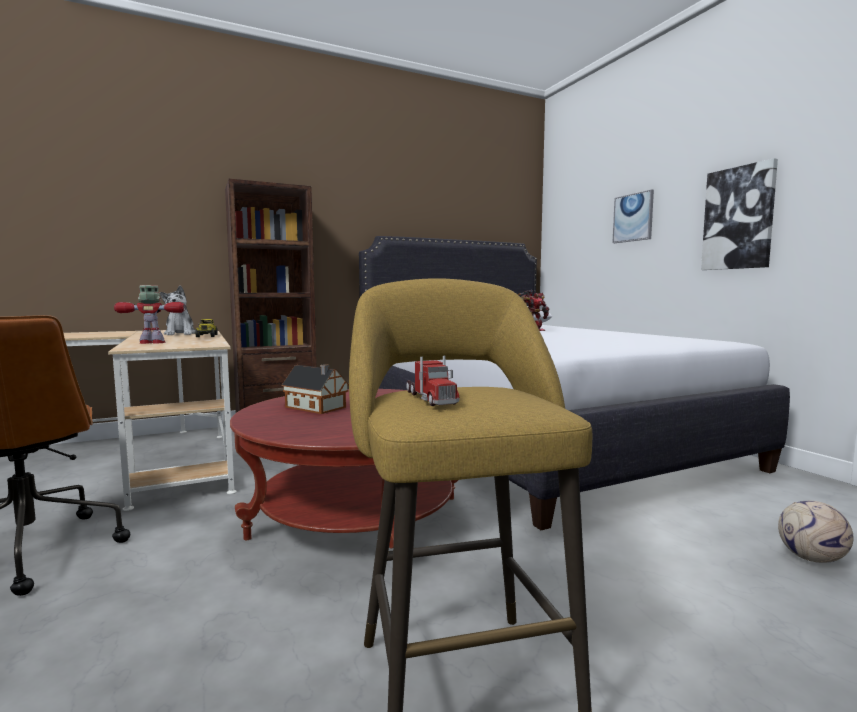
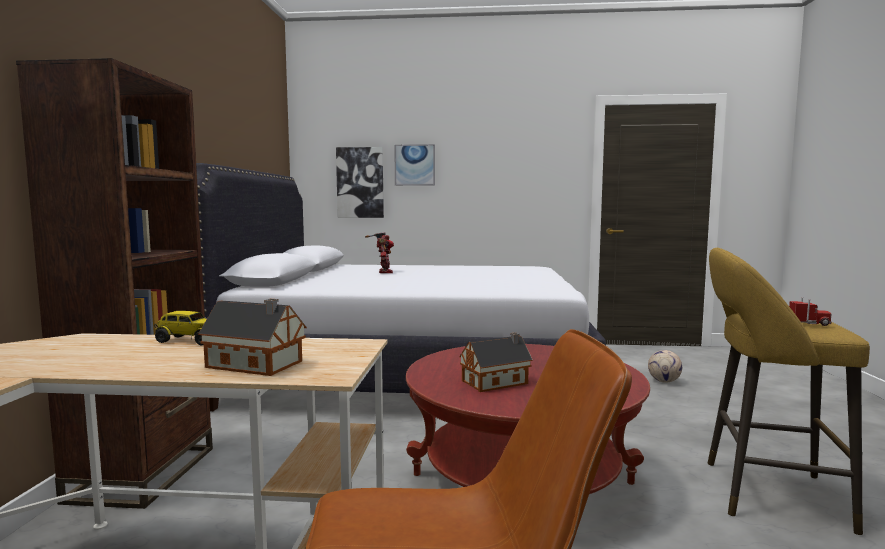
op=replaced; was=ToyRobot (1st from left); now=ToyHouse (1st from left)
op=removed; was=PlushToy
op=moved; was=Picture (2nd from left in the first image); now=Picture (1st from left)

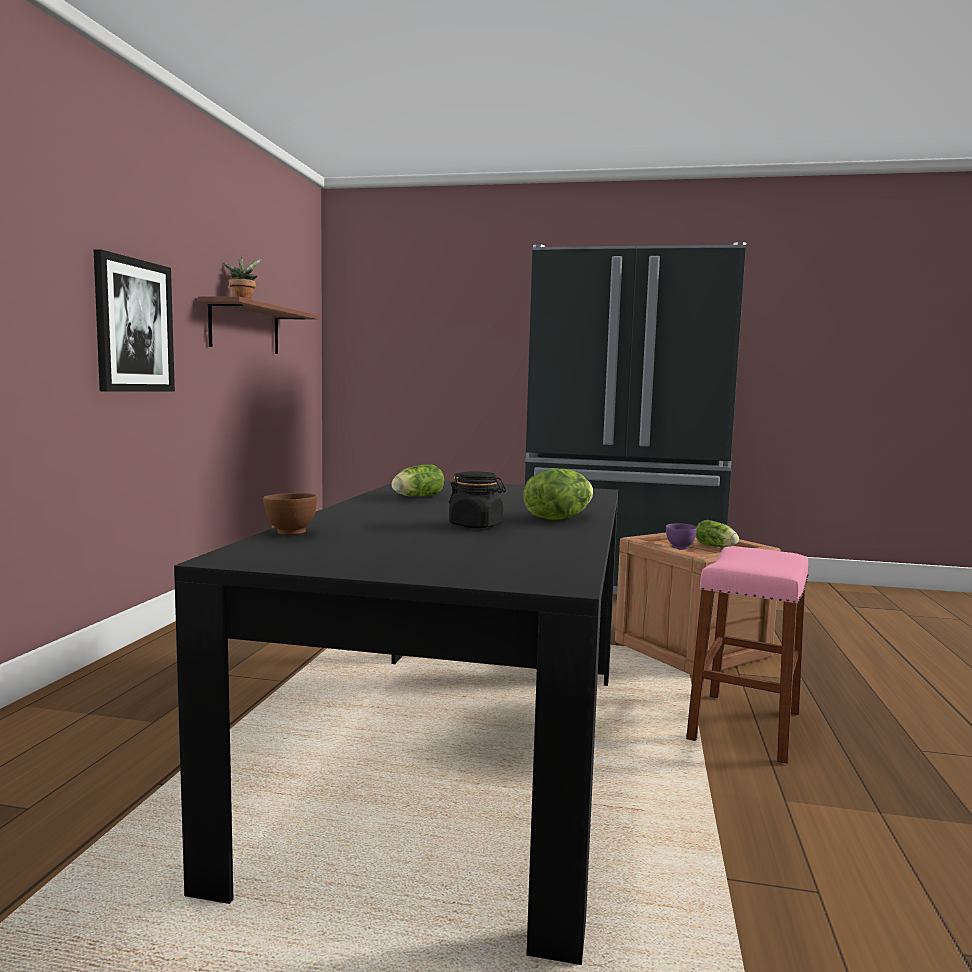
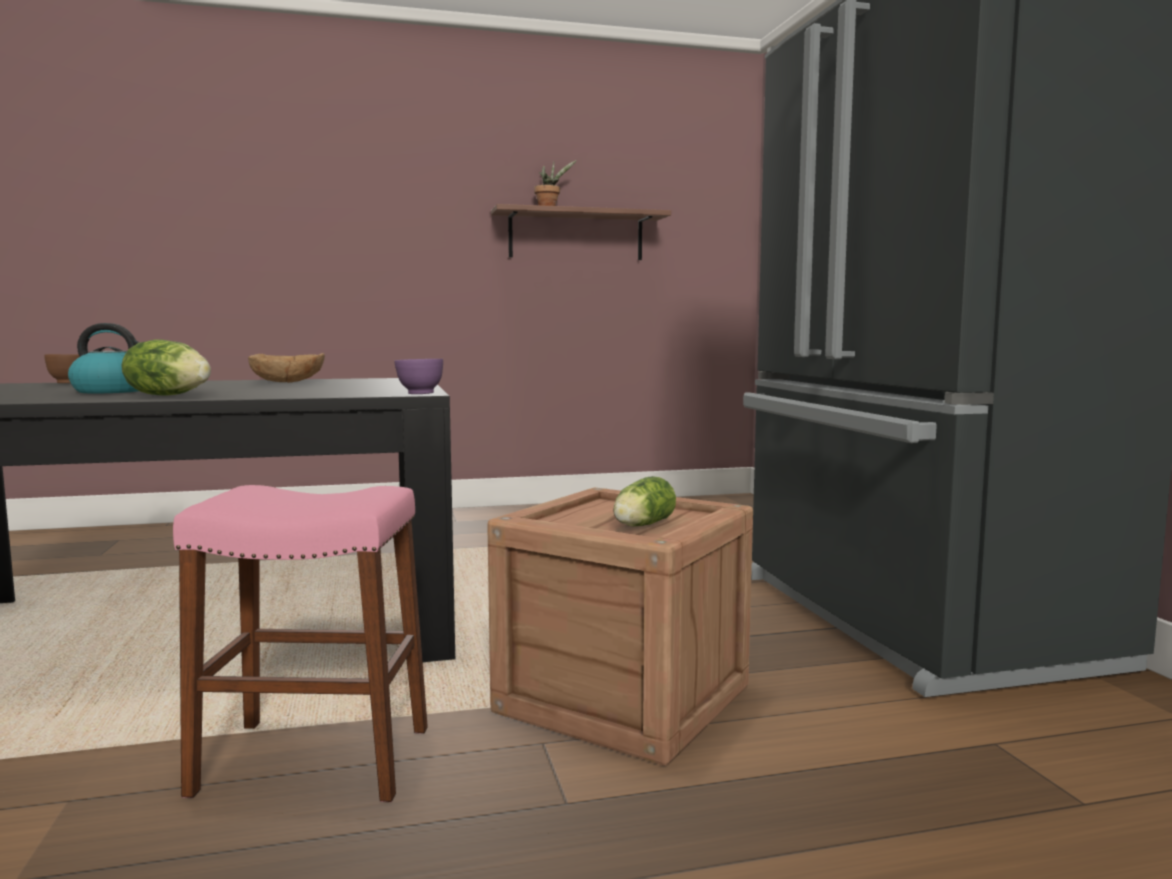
op=removed; was=Picture
op=replaced; was=Lettuce (1st from left); now=BrownBowl (2nd from left)
op=replaced; was=BlackJar; now=Kettle
op=moved; was=PurpleBowl

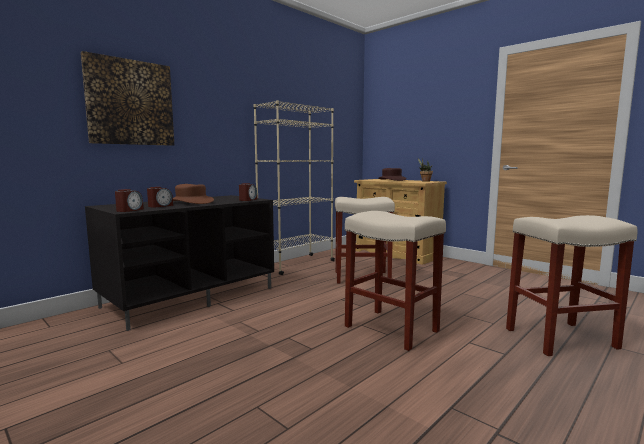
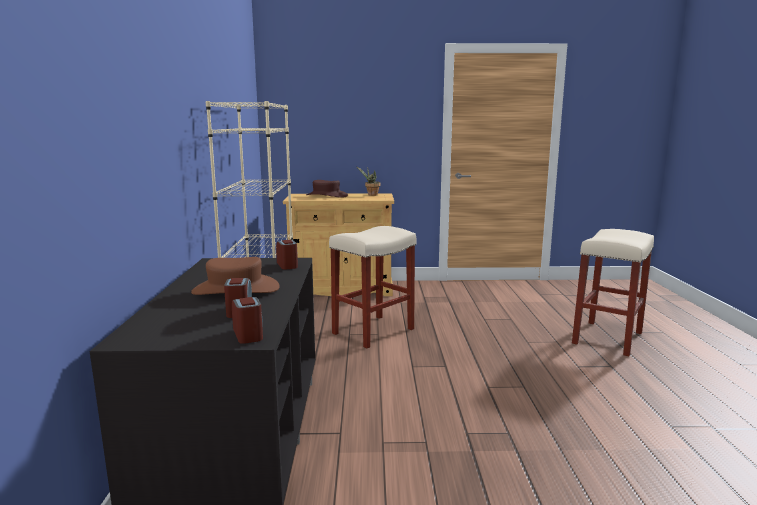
op=removed; was=Picture
op=removed; was=BeigeStool (2nd from left)

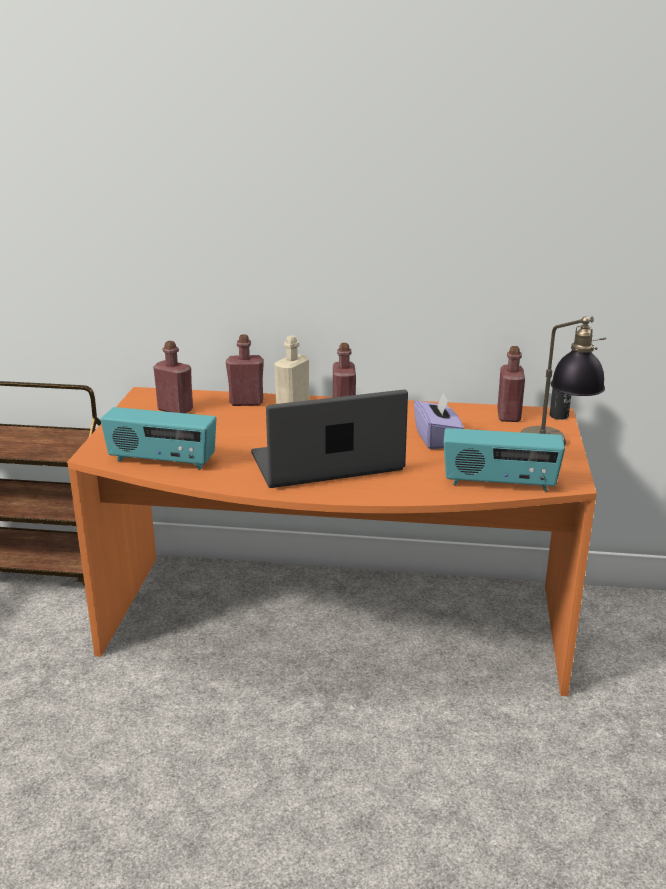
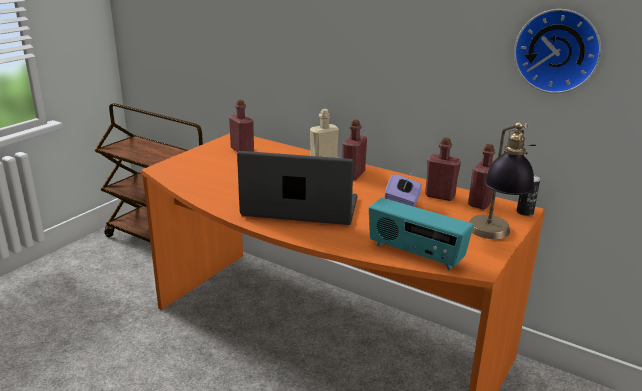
op=removed; was=Radio (1st from left)
op=moved; was=RedBottle (2nd from left in the first image); now=RedBottle (3rd from left)
op=added; now=WallClock

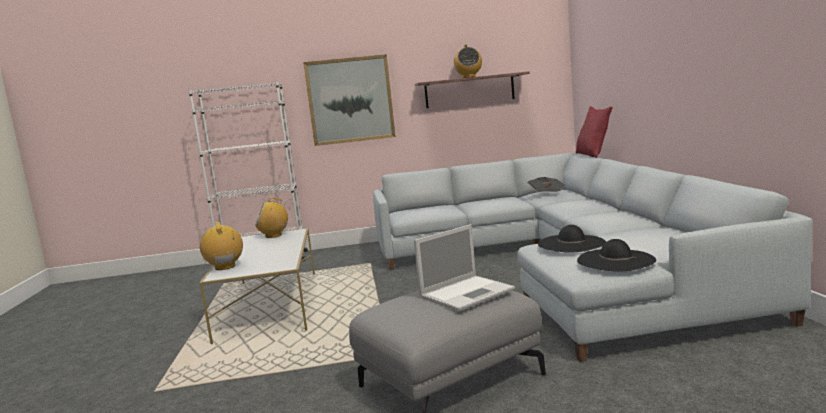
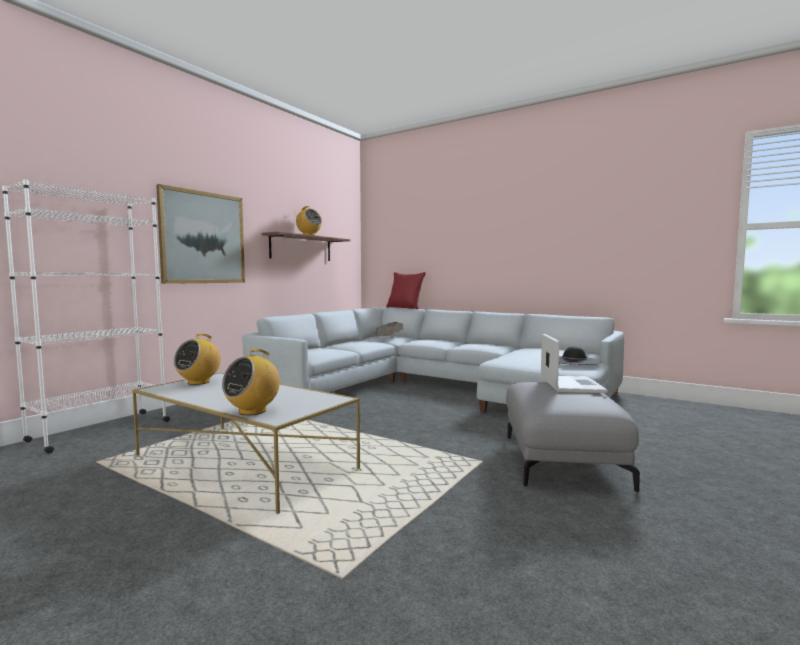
op=turned; was=Radio (1st from left in the first image); clockwise=-75
op=removed; was=BlackHat (1st from left)

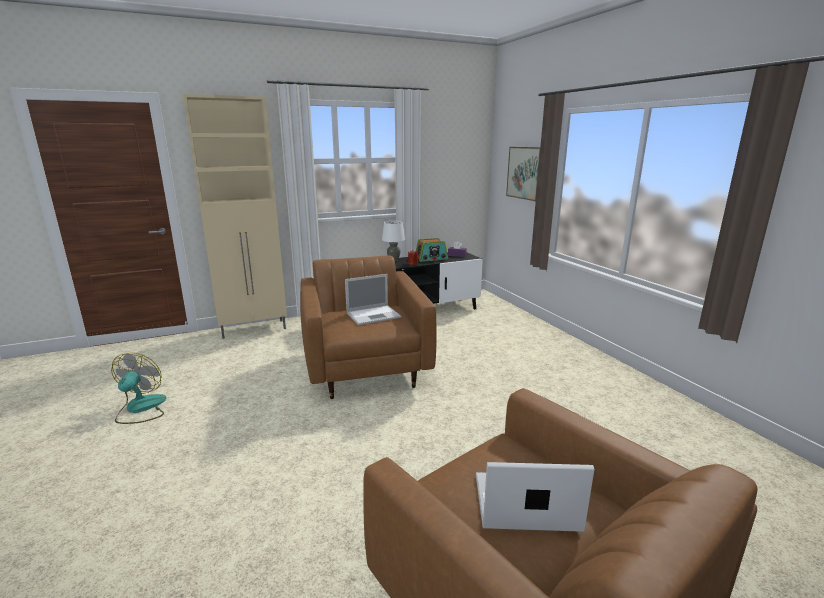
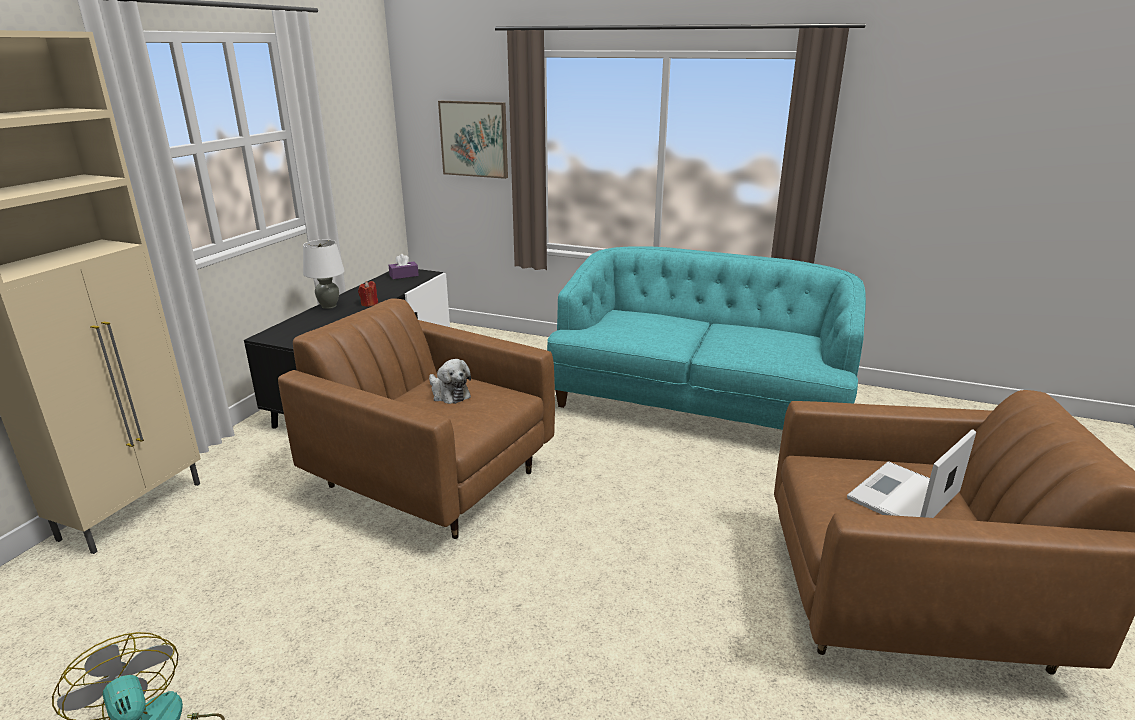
op=replaced; was=Laptop (1st from left); now=PlushToy
op=removed; was=Radio
op=added; now=TurquoiseSofa

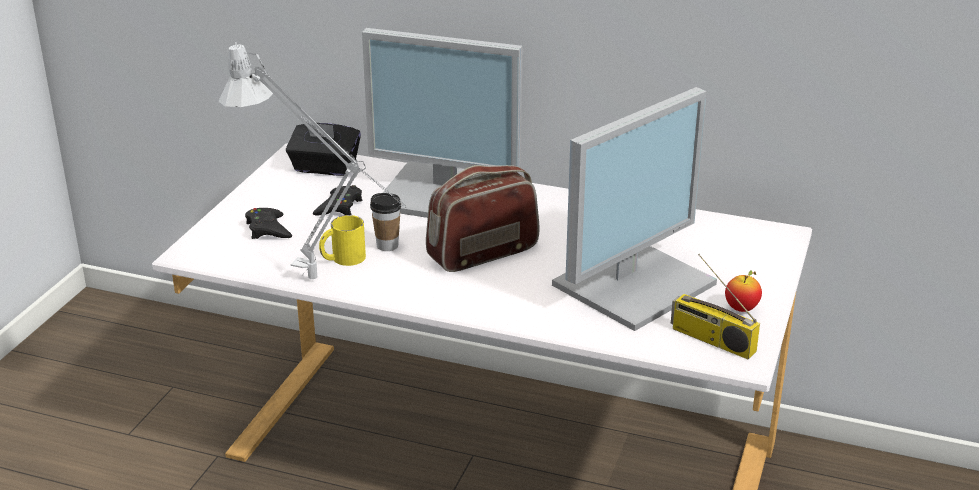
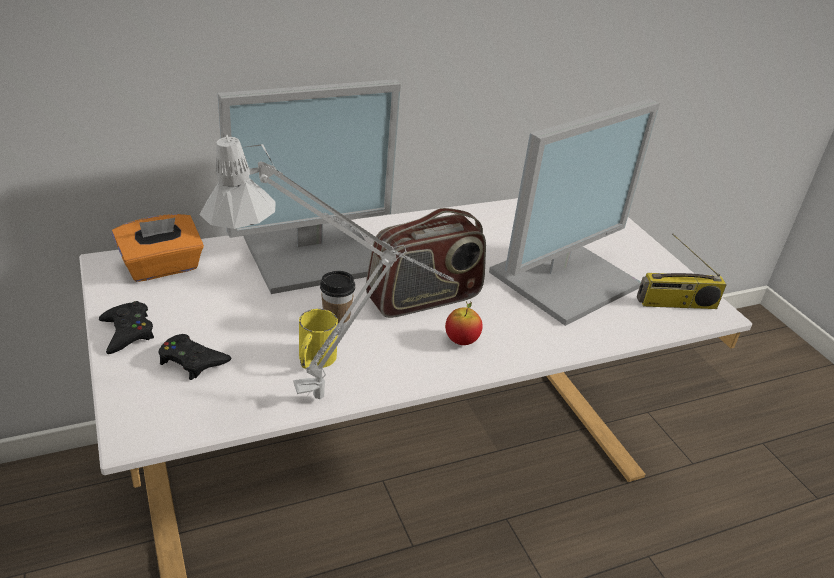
op=recoloured; was=BlackTissueBox; now=OrangeTissueBox
op=moved; was=BlackGameController (2nd from left in the first image); now=BlackGameController (1st from left)
op=turned; was=Radio (1st from left); clockwise=-135
op=turned; was=Monitor (2nd from left); clockwise=45
op=moved; was=Apple

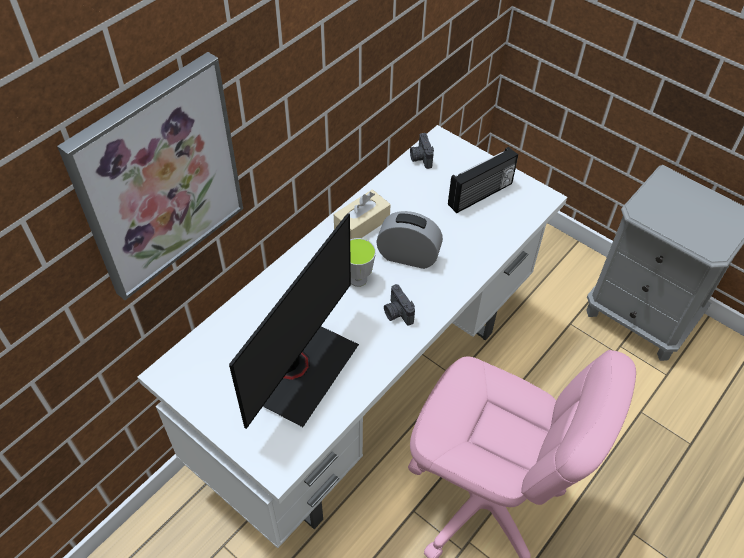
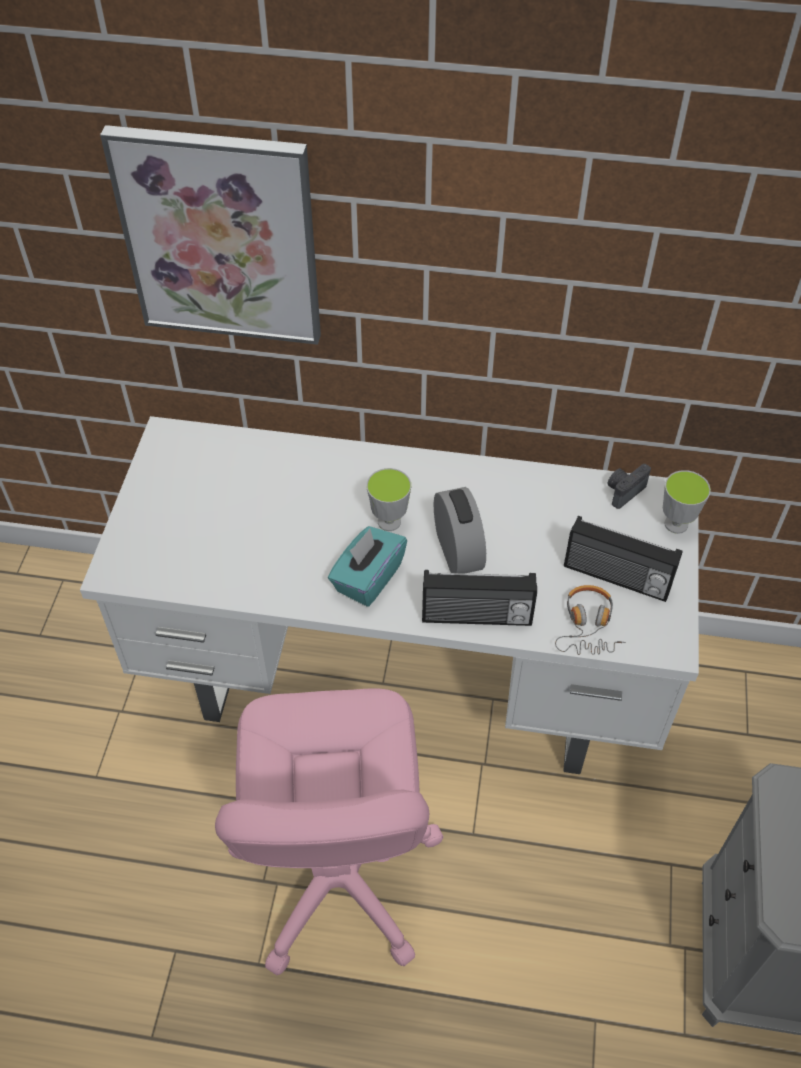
op=removed; was=Monitor
op=removed; was=BeigeTissueBox
op=replaced; was=PhotoCamera (1st from left); now=TurquoiseTissueBox
op=added; now=Radio (1st from left)
op=added; now=Headphones
op=added; now=Cup (2nd from left)

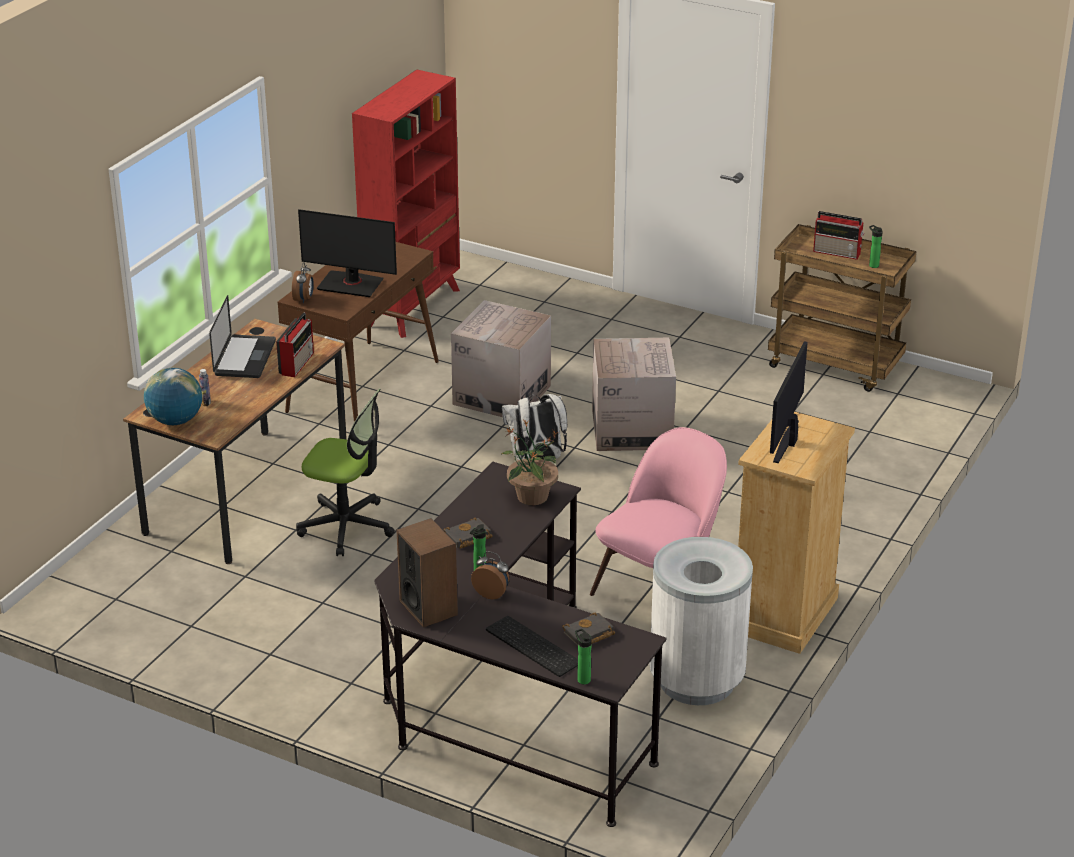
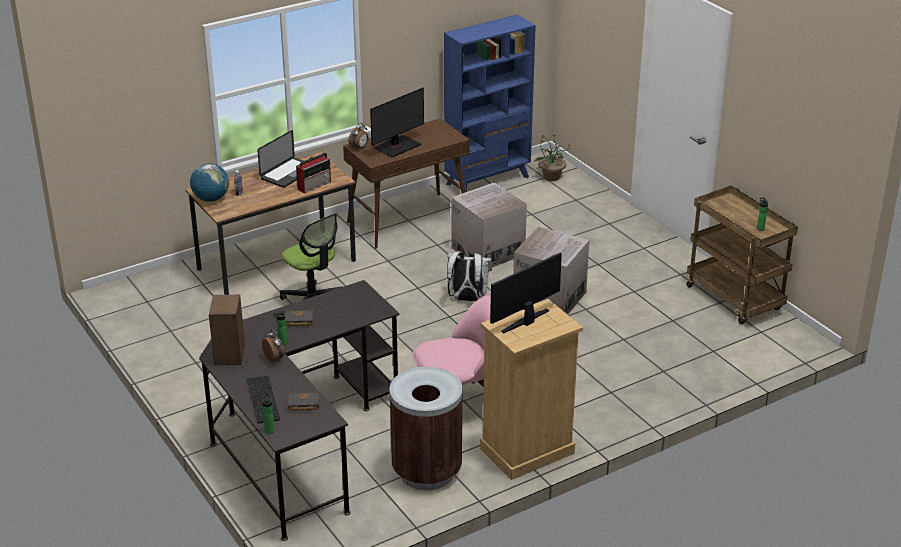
op=turned; was=Monitor (1st from left); clockwise=-90
op=recoloured; was=RedBookcase; now=BlueBookcase
op=moved; was=PottedPlant
op=recoloured; was=WhiteTrashCan; now=BrownTrashCan
op=removed; was=Radio (2nd from left)

